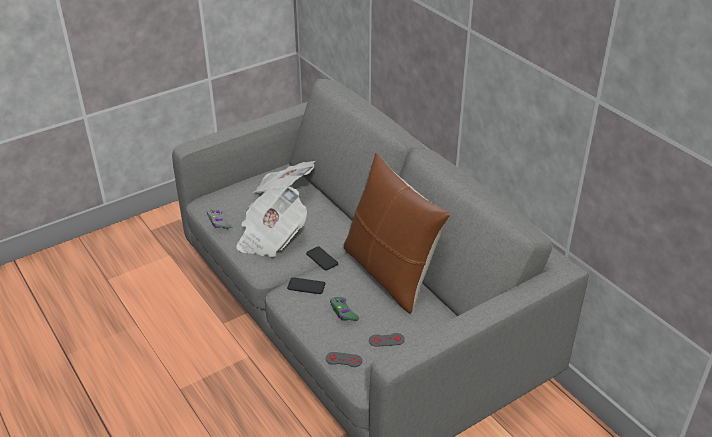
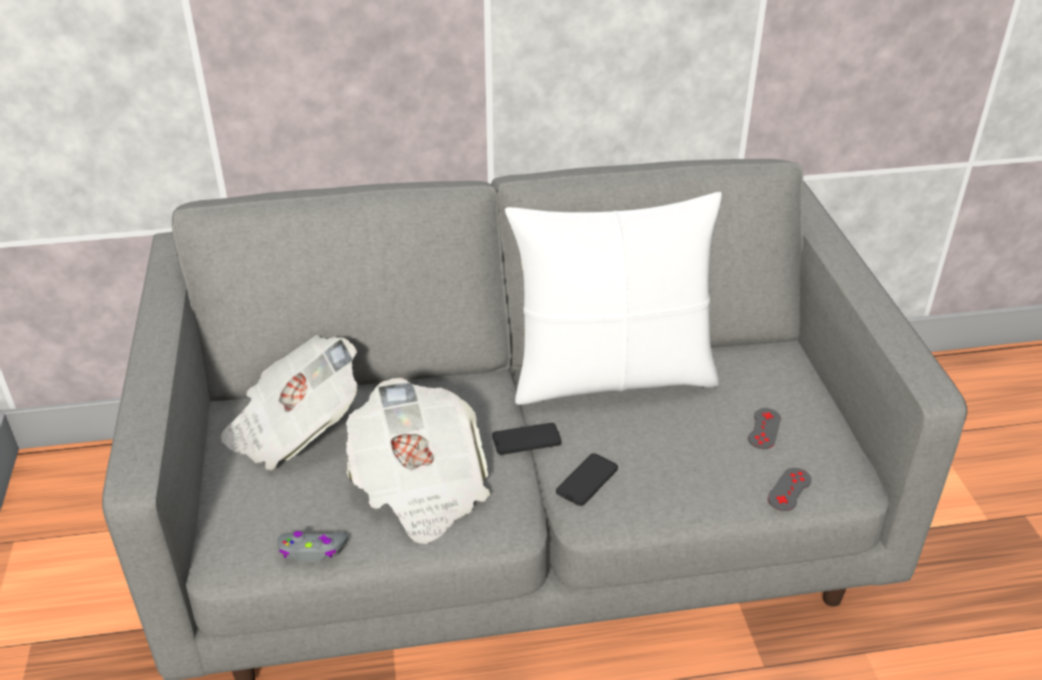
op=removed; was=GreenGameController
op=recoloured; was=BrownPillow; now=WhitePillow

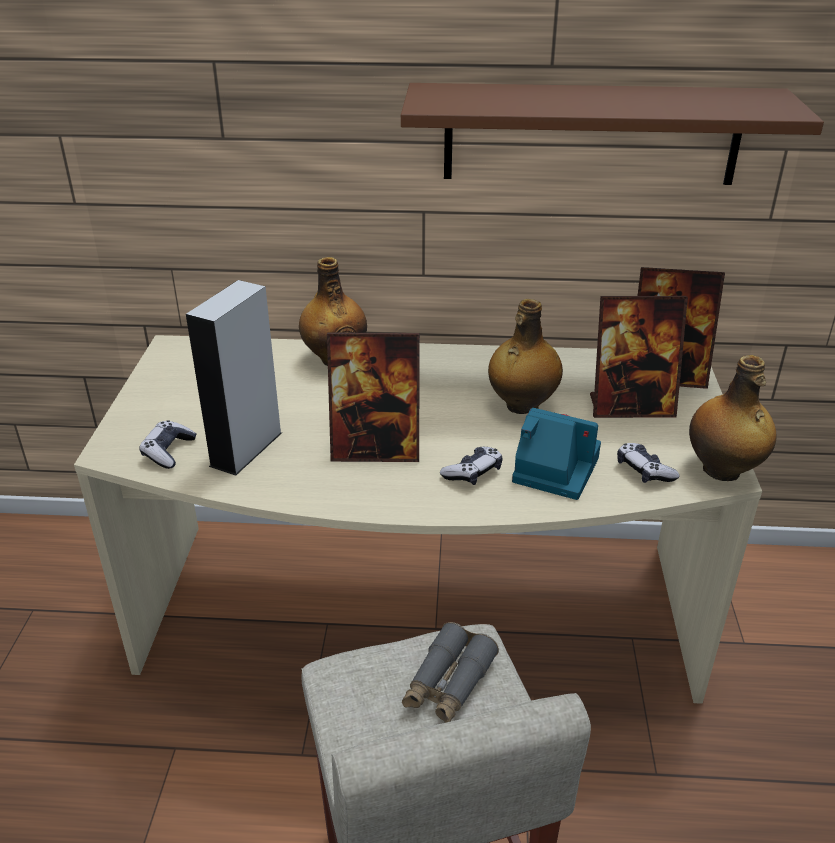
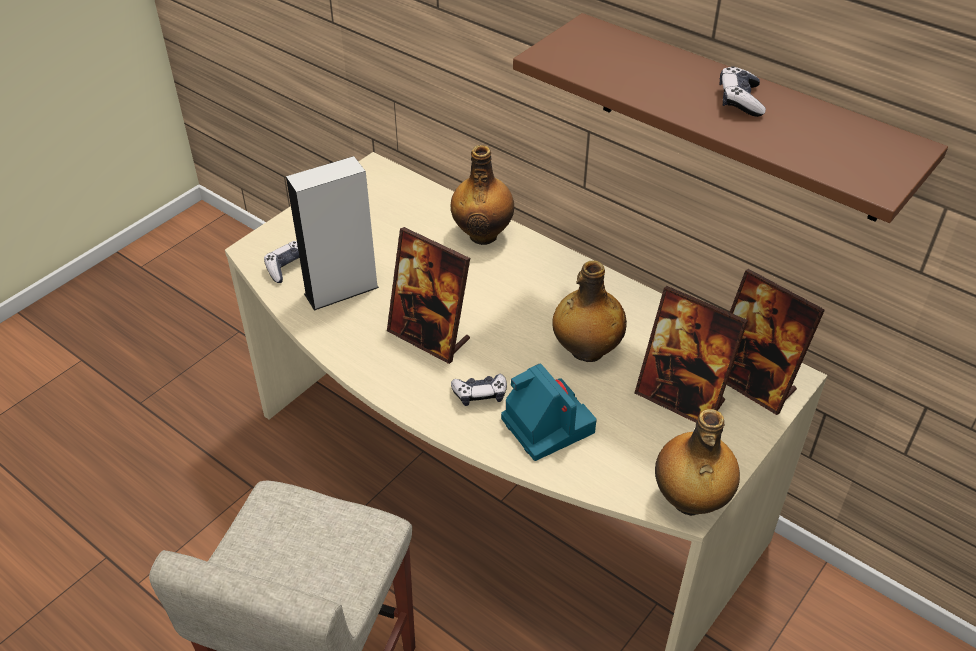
op=removed; was=GreyBinoculars
op=moved; was=GameController (3rd from left)

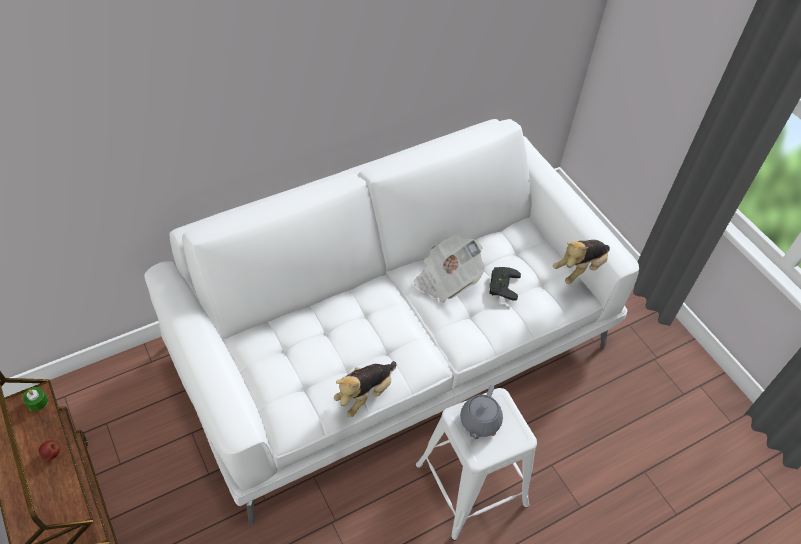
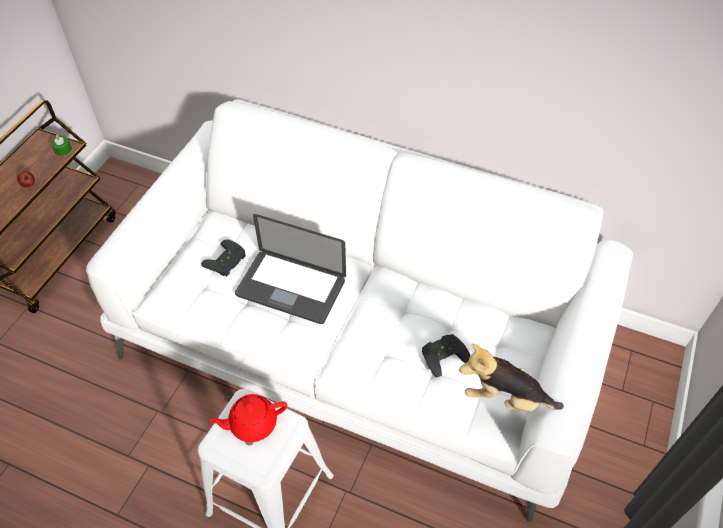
op=removed; was=PlushToy (1st from left)
op=removed; was=Newspaper
op=recoloured; was=GreyTeapot; now=RedTeapot
op=added; now=BlackGameController (1st from left)
op=added; now=Laptop

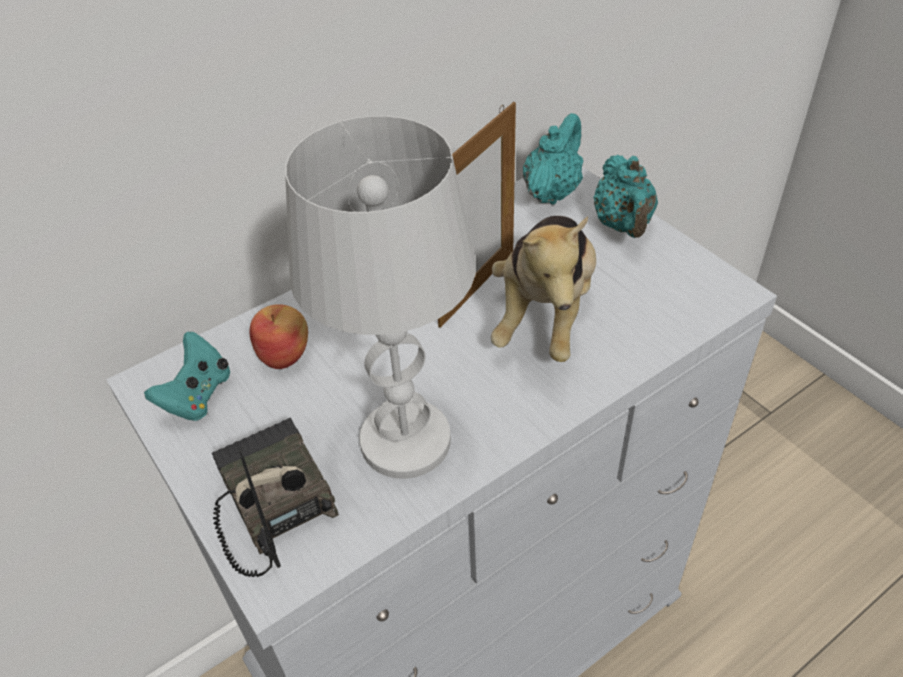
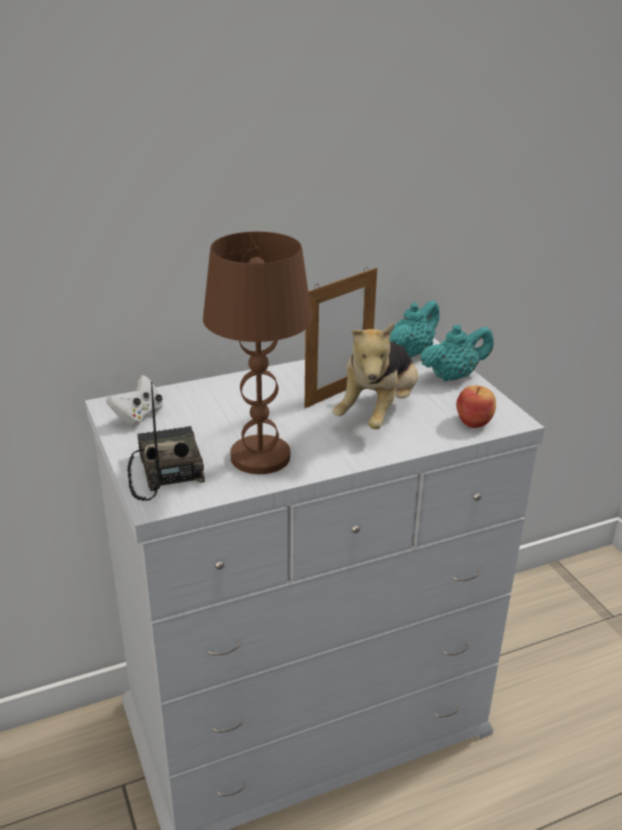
op=recoloured; was=TurquoiseGameController; now=WhiteGameController
op=moved; was=Apple
op=recoloured; was=WhiteTableLamp; now=BrownTableLamp
op=turned; was=TurquoiseTeapot (2nd from left); clockwise=-120

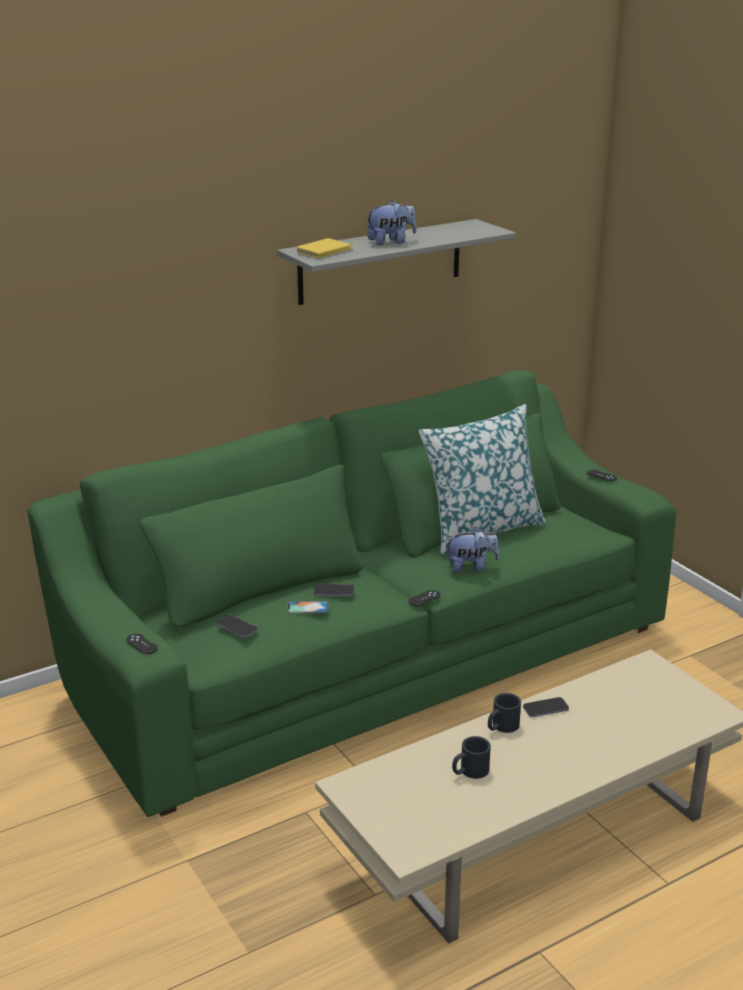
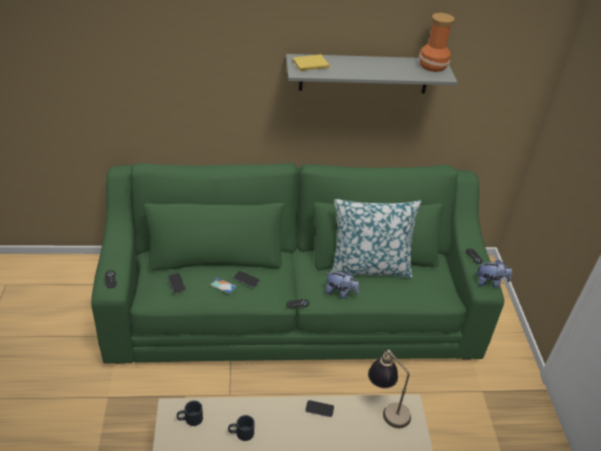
op=moved; was=PlushToy (1st from left in the first image); now=PlushToy (2nd from left)
op=moved; was=BlackMug (2nd from left in the first image); now=BlackMug (1st from left)
op=added; now=TableLamp
op=added; now=Vase

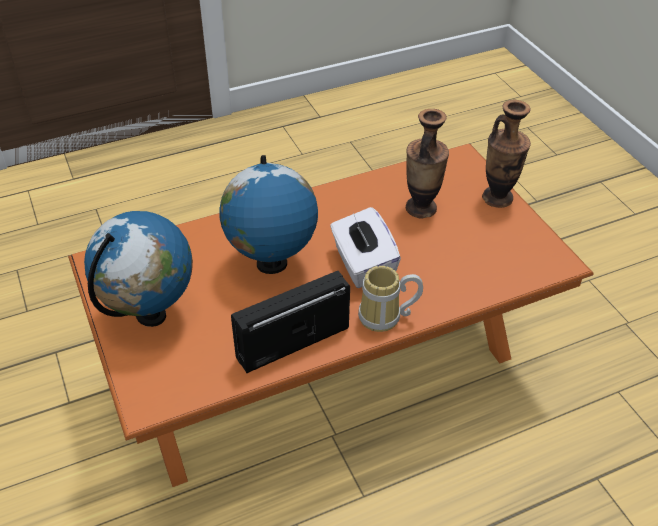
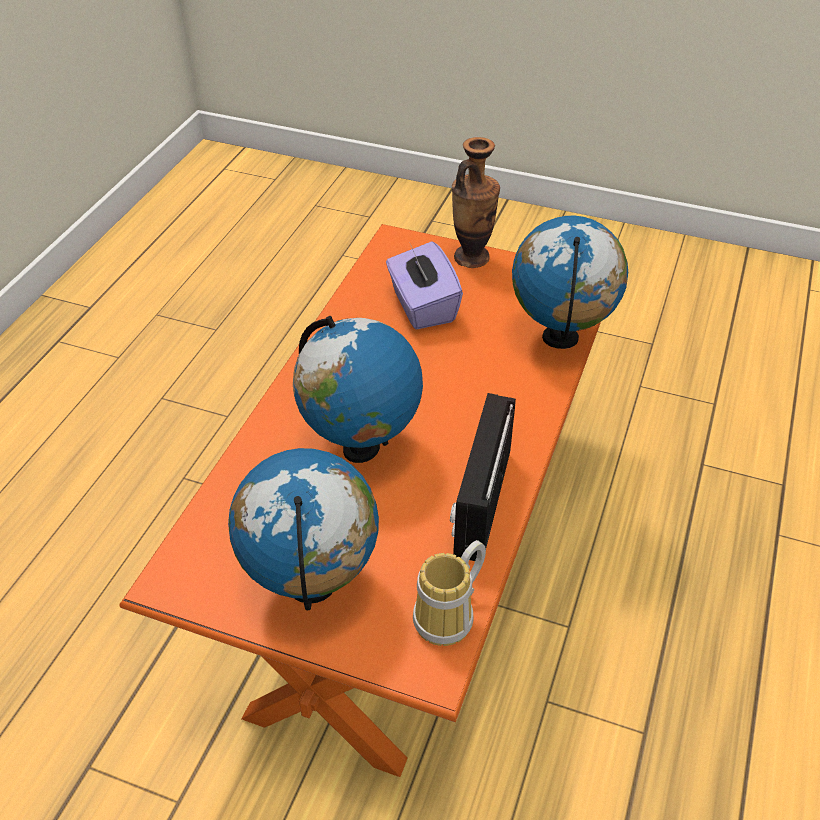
op=removed; was=WhiteTissueBox
op=moved; was=Mug
op=replaced; was=Vase (1st from left); now=PurpleTissueBox
op=added; now=Globe (3rd from left)

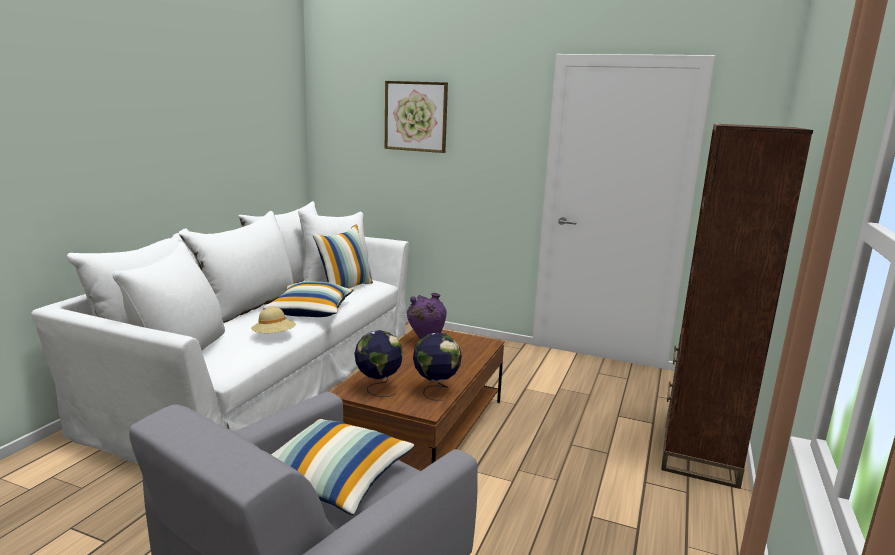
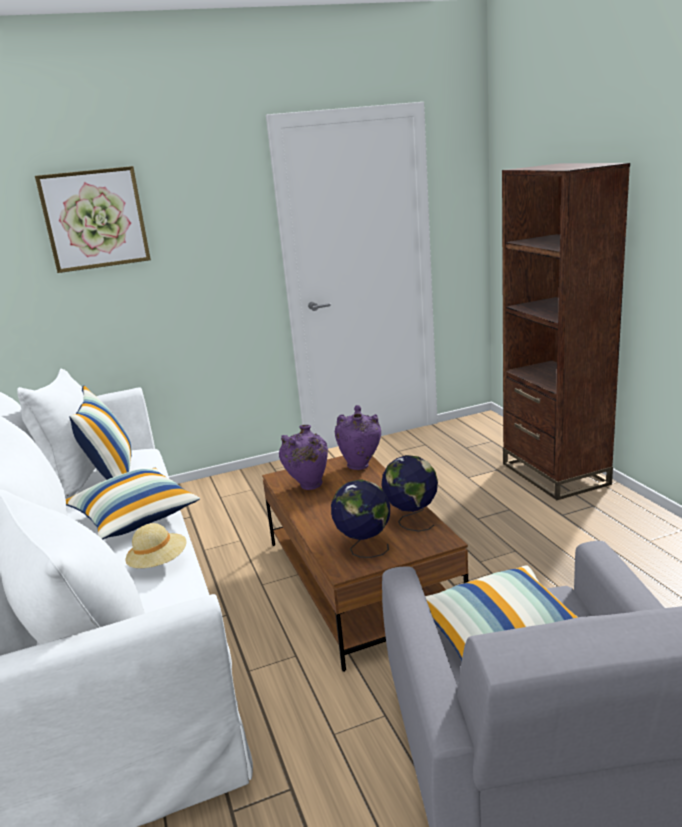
op=added; now=PurpleVase (2nd from left)

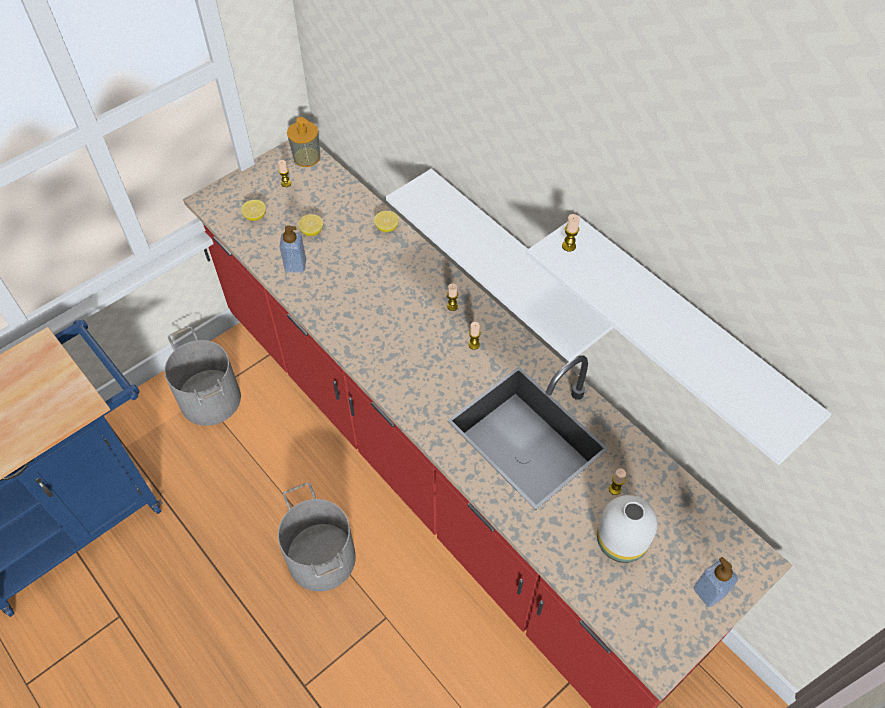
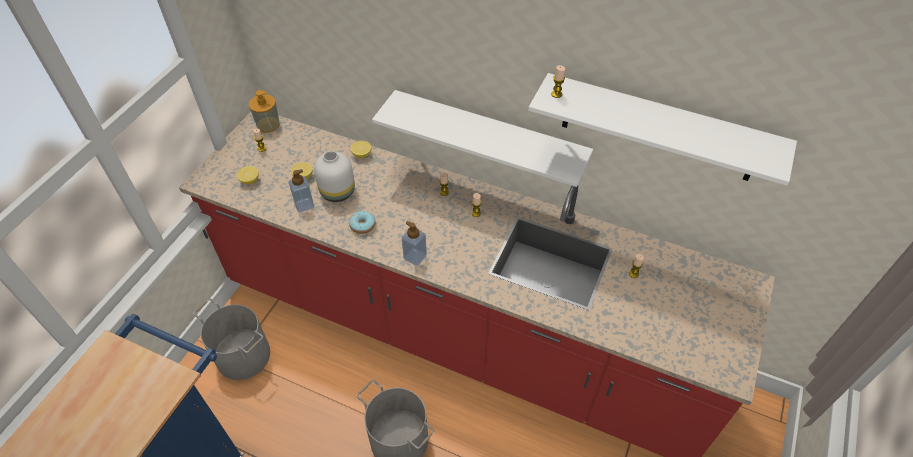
op=moved; was=WhiteVase
op=moved; was=SoapDispenser (3rd from left)
op=added; now=Donut

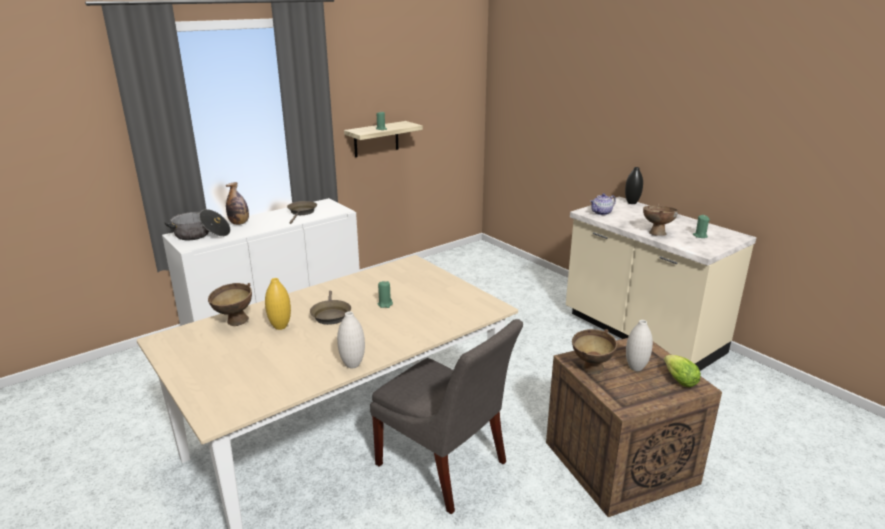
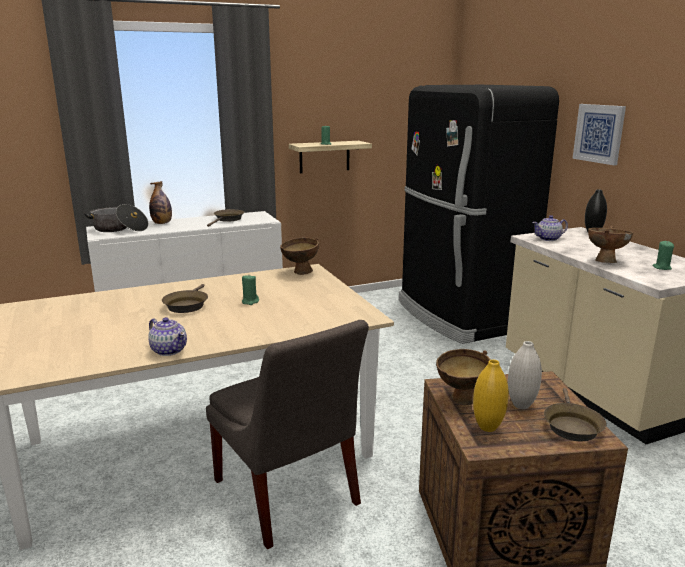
op=moved; was=BrownBowl (1st from left)
op=moved; was=YellowVase
op=replaced; was=WhiteVase (1st from left); now=Teapot (1st from left)
op=replaced; was=Lettuce; now=BrownFryingPan (3rd from left)
op=added; now=BlackFridge
op=added; now=Picture

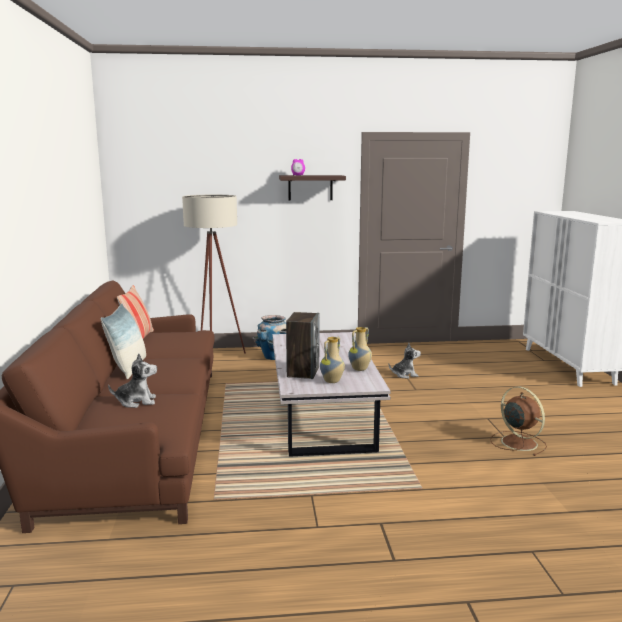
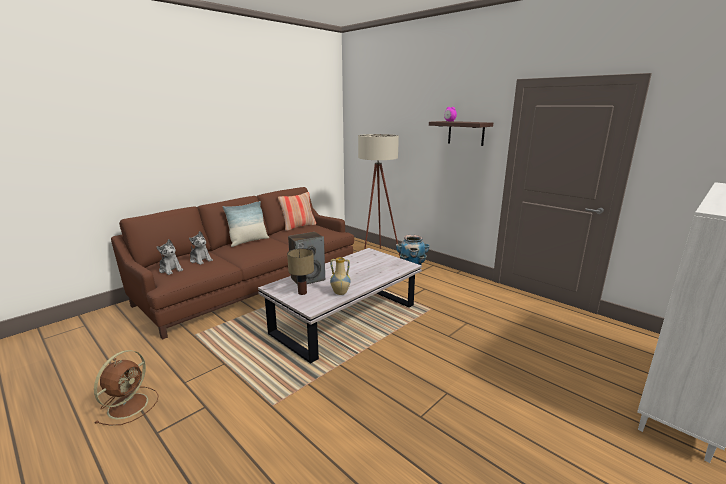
op=replaced; was=Vase (1st from left); now=TableLamp
op=moved; was=PlushToy (2nd from left in the first image); now=PlushToy (1st from left)
op=moved; was=BrownFan

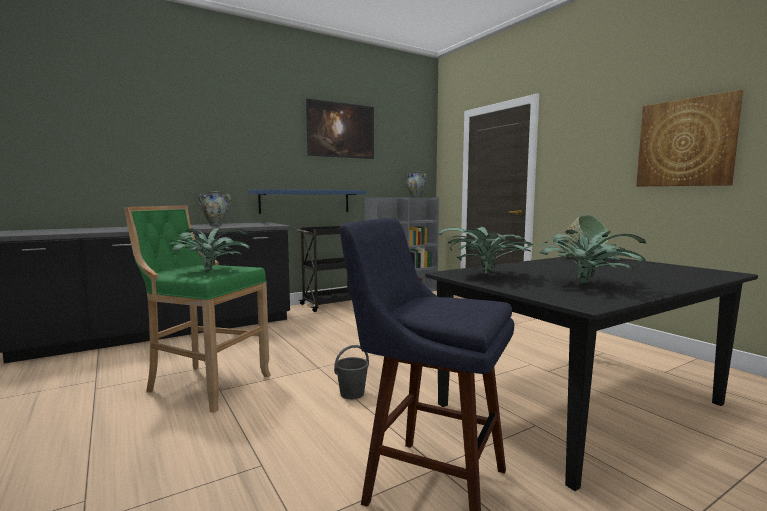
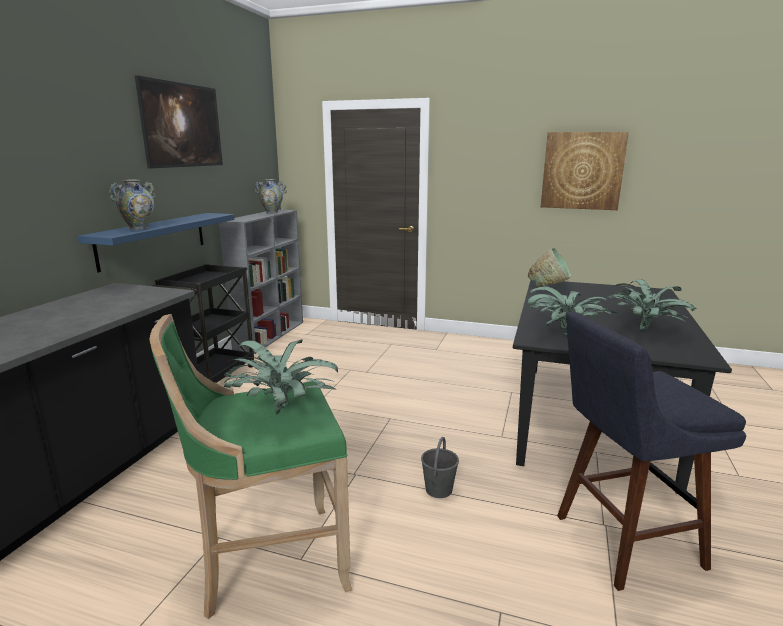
op=moved; was=Vase (1st from left)

